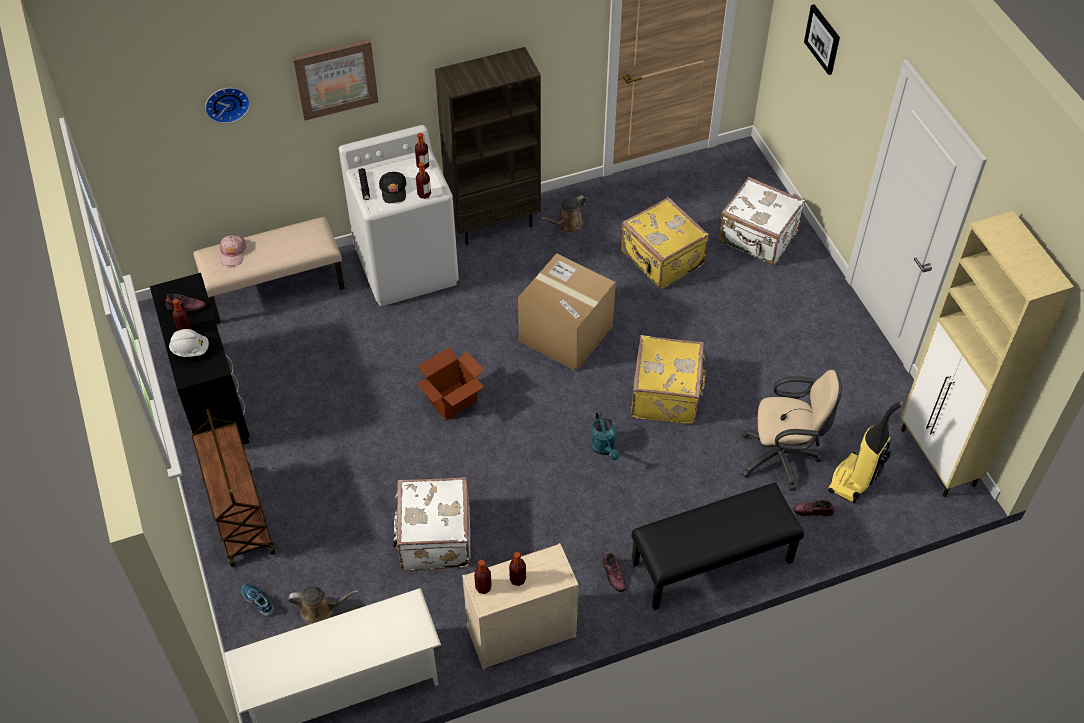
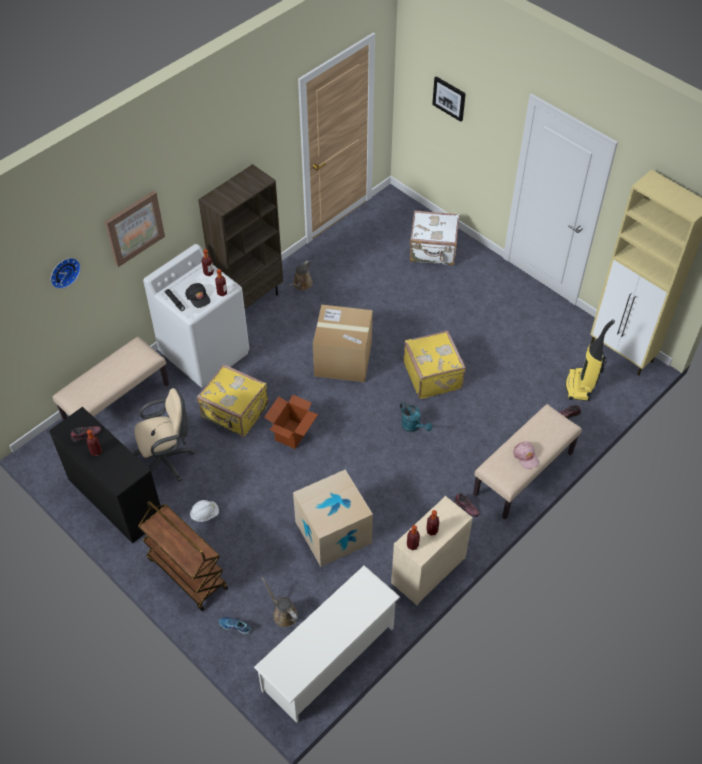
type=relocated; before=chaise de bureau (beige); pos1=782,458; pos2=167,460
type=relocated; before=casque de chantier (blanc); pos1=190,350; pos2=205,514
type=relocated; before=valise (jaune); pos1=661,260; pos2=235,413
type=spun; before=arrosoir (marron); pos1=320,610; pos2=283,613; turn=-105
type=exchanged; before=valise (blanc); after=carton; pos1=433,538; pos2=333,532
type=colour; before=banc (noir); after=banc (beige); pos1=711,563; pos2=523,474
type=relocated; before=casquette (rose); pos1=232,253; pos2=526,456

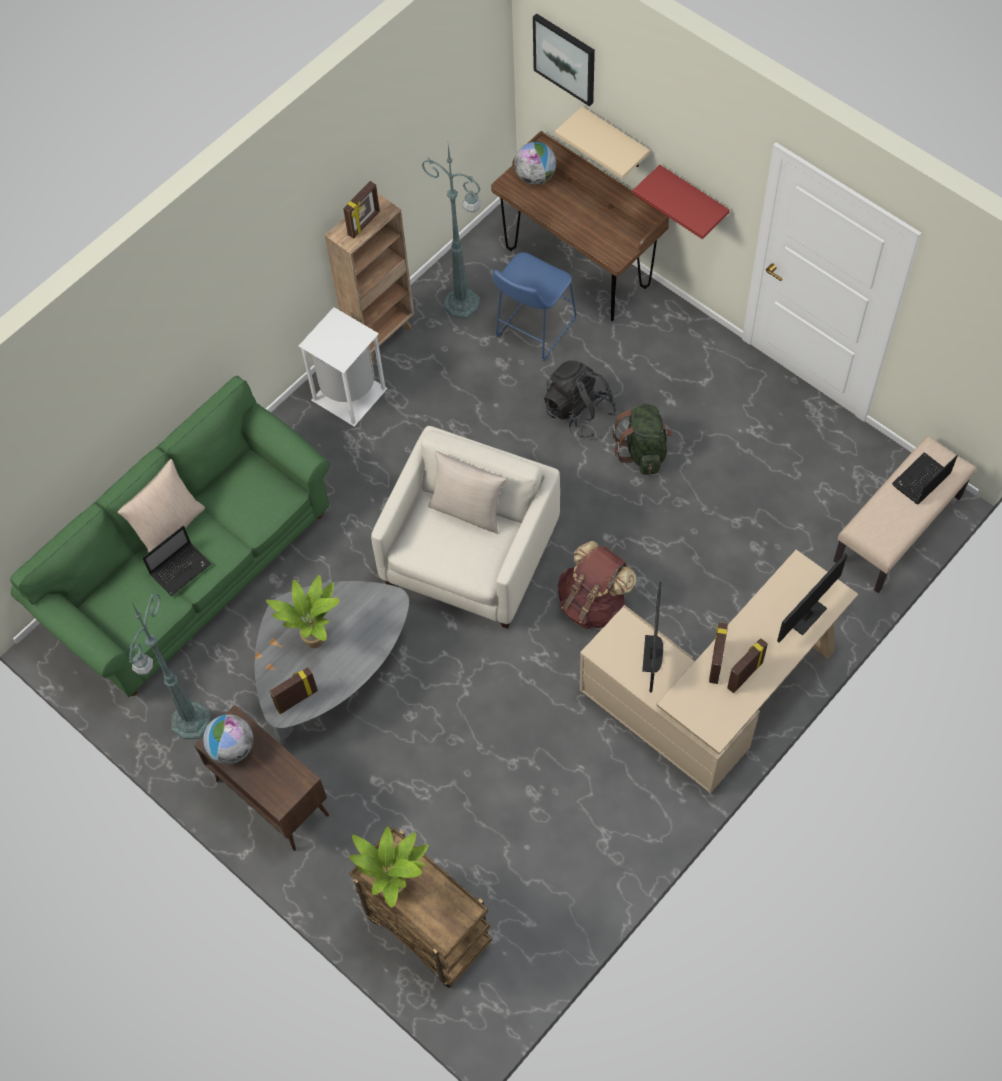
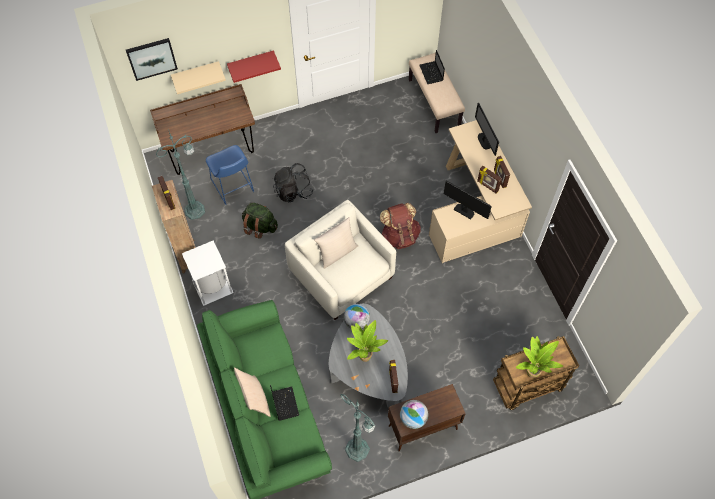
type=relocated; before=sac à dos (vert); pos1=643,451; pos2=260,226
type=relocated; before=globe; pos1=535,177; pos2=356,322

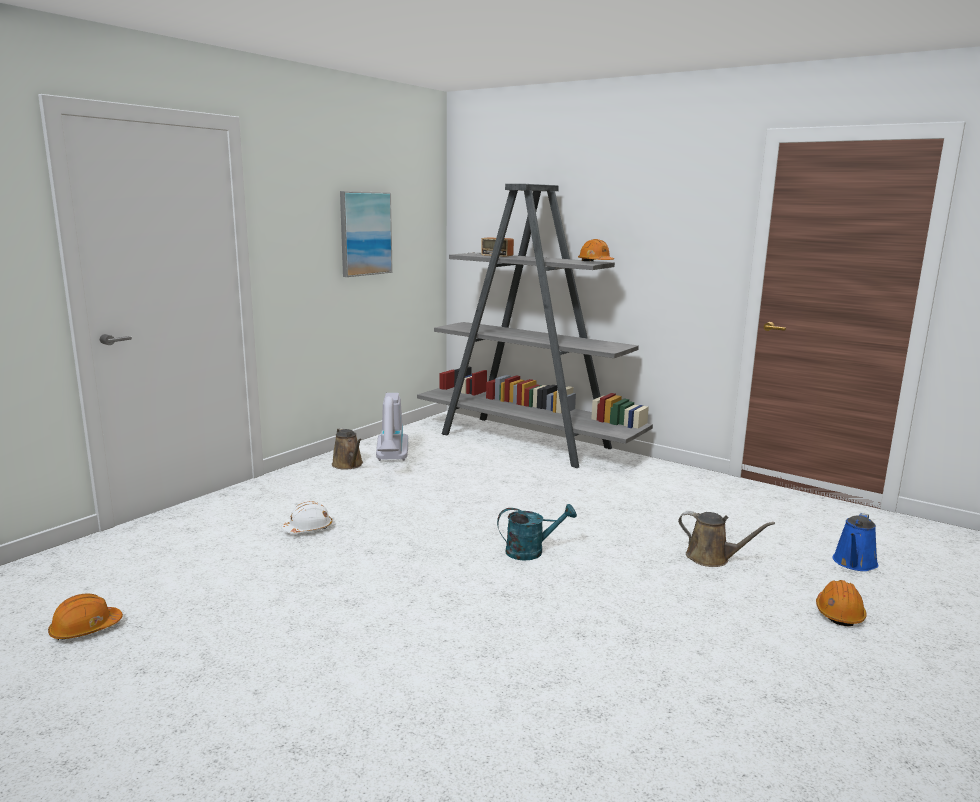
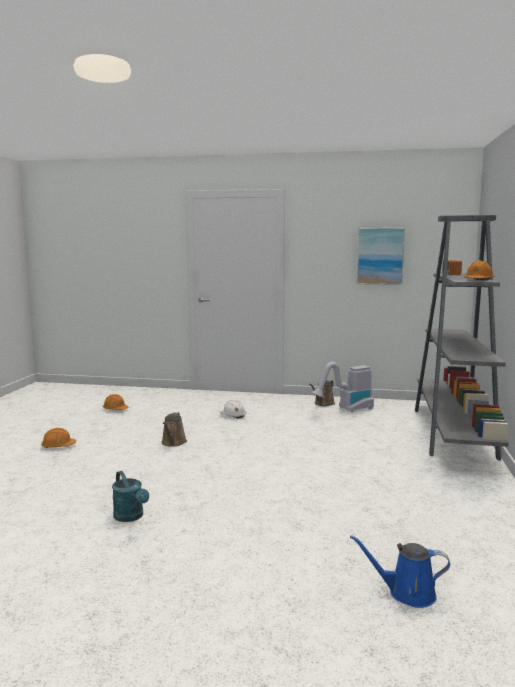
type=relocated; before=casque de chantier (orange); pos1=839,613; pos2=58,446
type=relocated; before=arrosoir (turquoise); pos1=531,551; pos2=131,517
type=relocated; before=arrosoir (marron); pos1=712,558; pos2=173,443

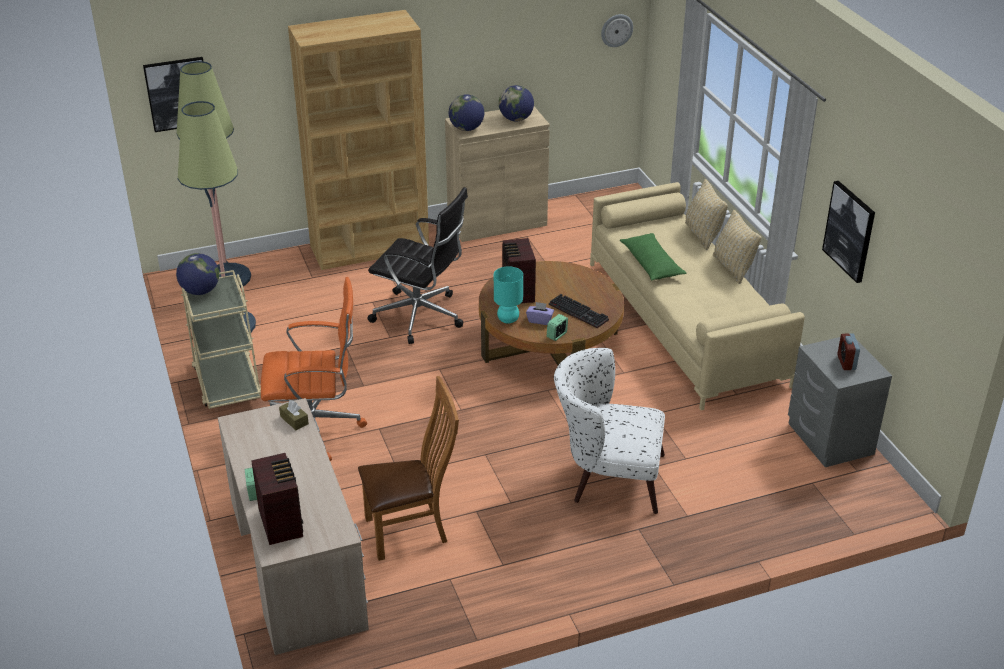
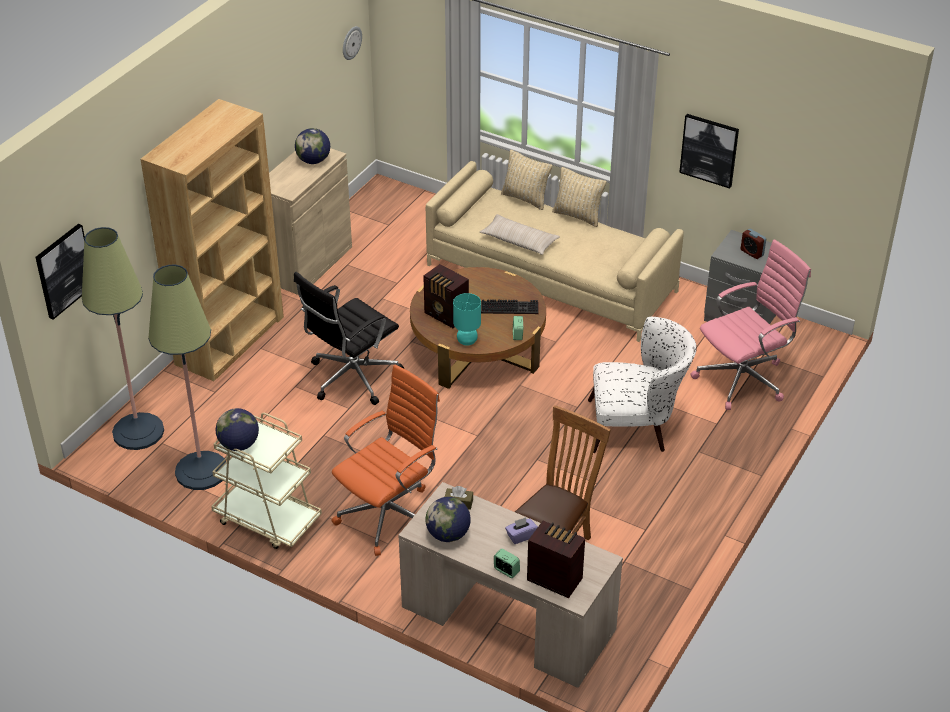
type=spun; before=chaise de bureau (noir); pos1=421,317; pos2=351,378; turn=150
type=relocated; before=globe; pos1=466,129; pos2=448,534
type=colour; before=coussin (vert); after=coussin (beige); pos1=651,264; pos2=519,241
type=relocated; before=boîte à mouchoirs (violet); pos1=540,320; pos2=521,536
type=spun; before=fauteuil (blanc); pos1=607,477; pos2=637,426; turn=-150
type=appeared; after=chaise de bureau (rose); pos2=743,378

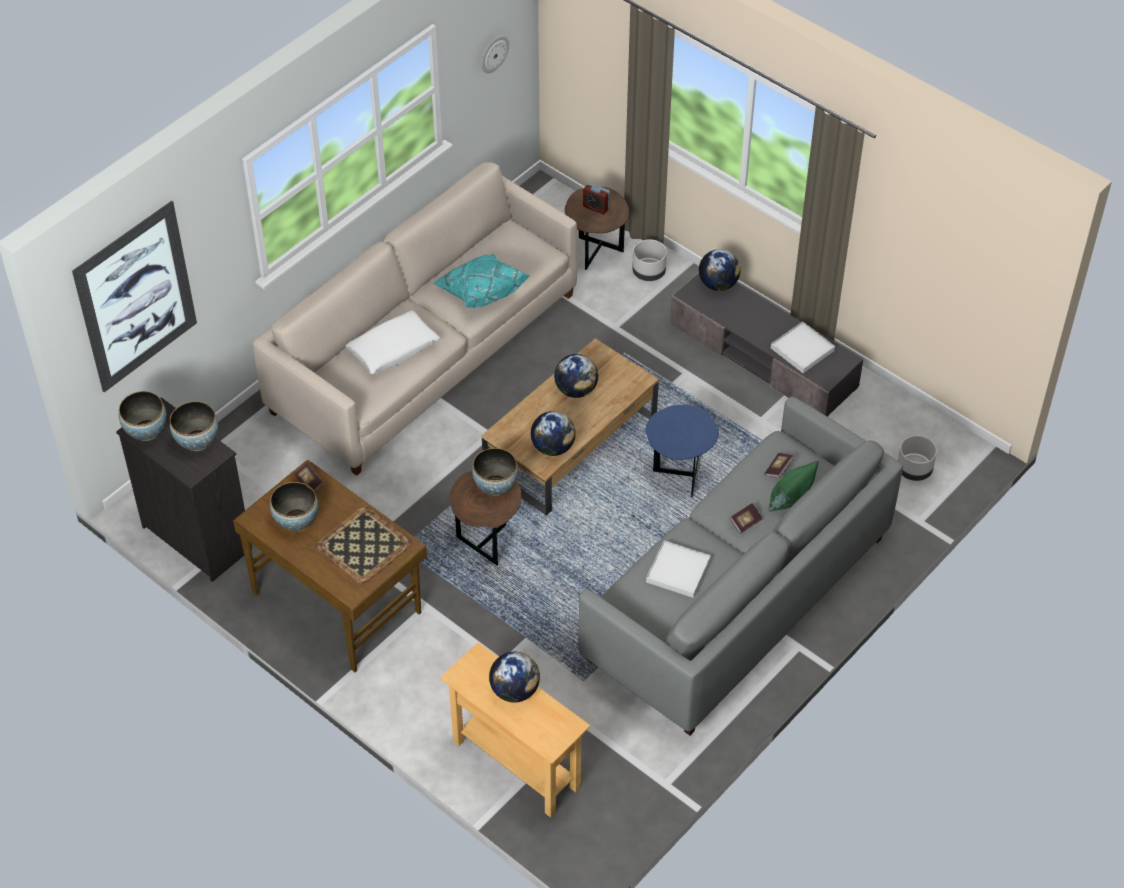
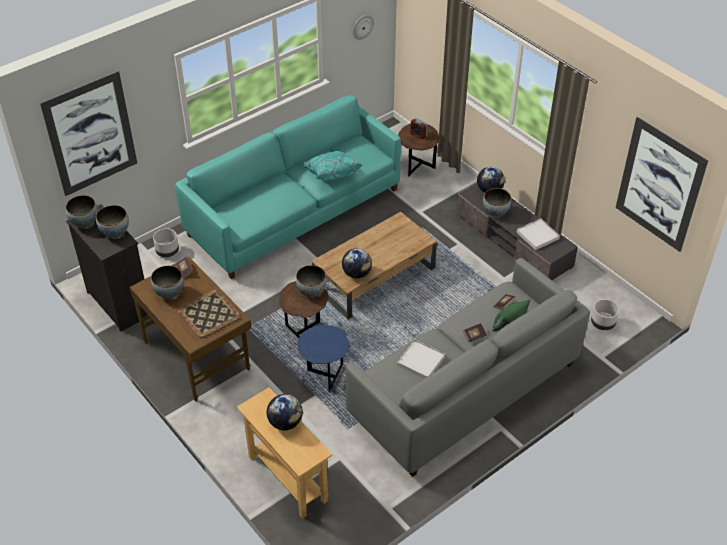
type=relocated; before=cache-pot (gris); pos1=648,272; pos2=167,251
type=colour; before=canapé (beige); after=canapé (turquoise); pos1=425,353; pos2=294,212
type=relocated; before=table d'appoint (bleu); pos1=679,475; pos2=324,376
type=appeared; after=bol; pos2=495,212
type=appeared; after=tableau; pos2=659,185
type=missing; before=coussin (blanc); pos1=393,349
type=missing; before=globe; pos1=576,390

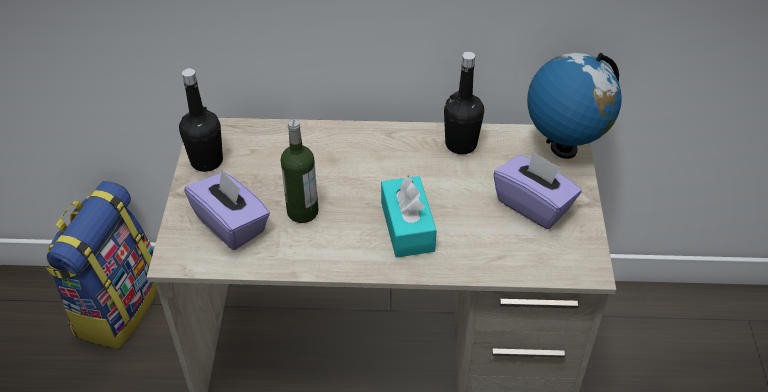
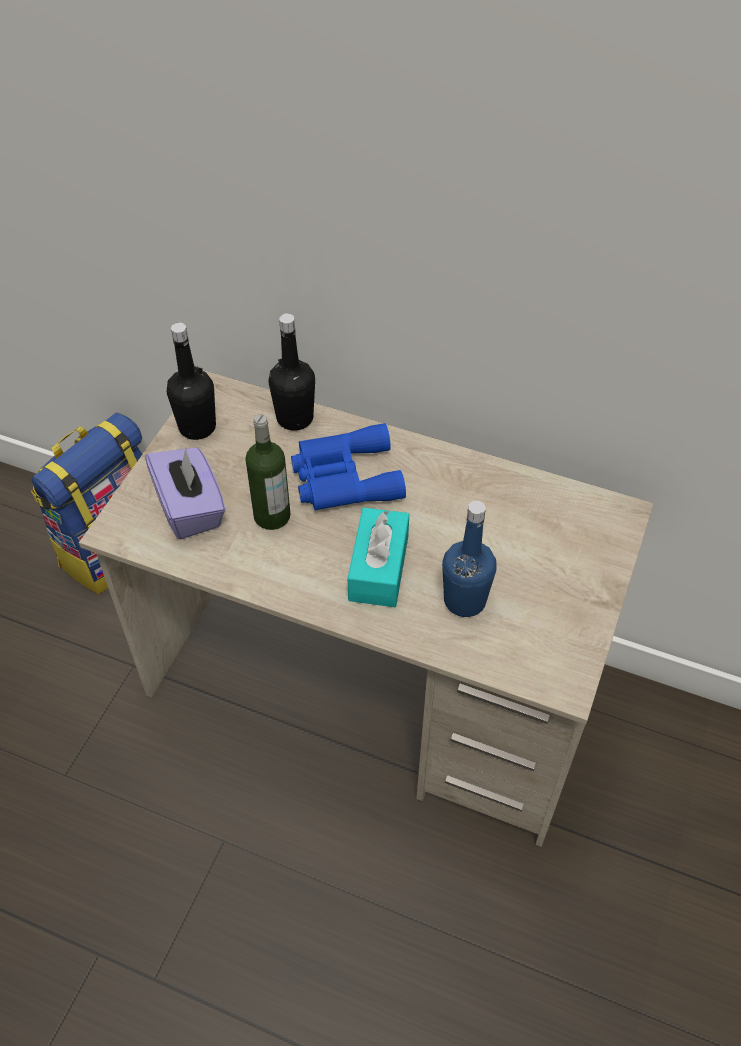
type=relocated; before=bouteille (noir); pos1=461,144; pos2=295,418
type=appeared; after=jumelles (bleu); pos2=343,477
type=appeared; after=bouteille (bleu); pos2=464,600
type=missing; before=boîte à mouchoirs (violet); pos1=533,205
type=missing; before=globe; pos1=563,148

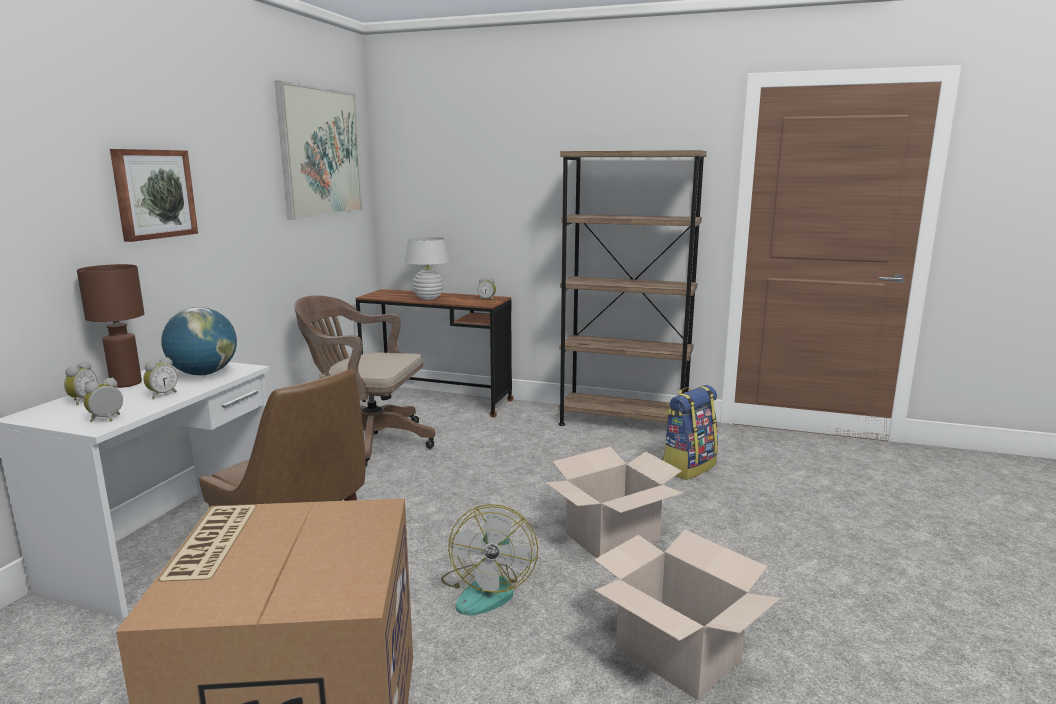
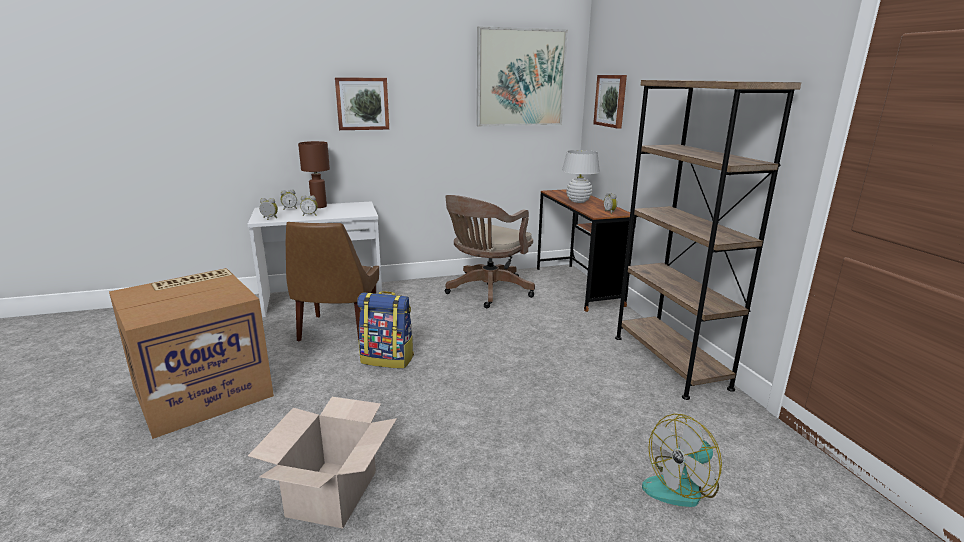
type=relocated; before=sac à dos; pos1=688,467; pos2=388,359
type=spun; before=chaise de bureau (marron); pos1=367,441; pos2=486,292; turn=-120
type=appeared; after=tableau; pos2=611,101
type=relocated; before=ventilateur; pos1=487,589; pos2=681,487
type=missing; before=globe; pos1=204,374
type=missing; before=carton; pos1=612,536

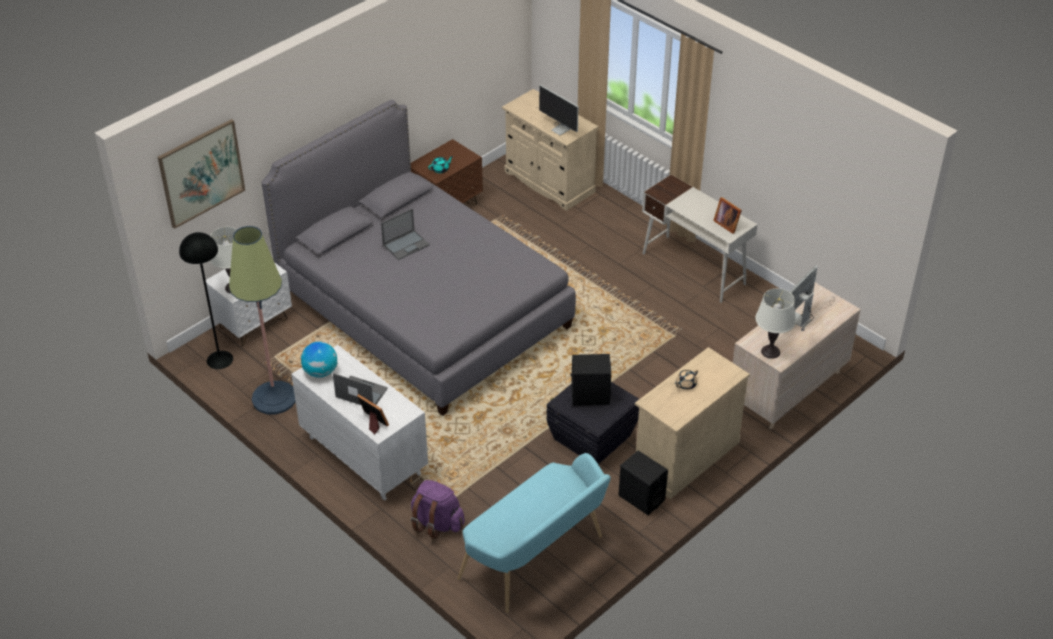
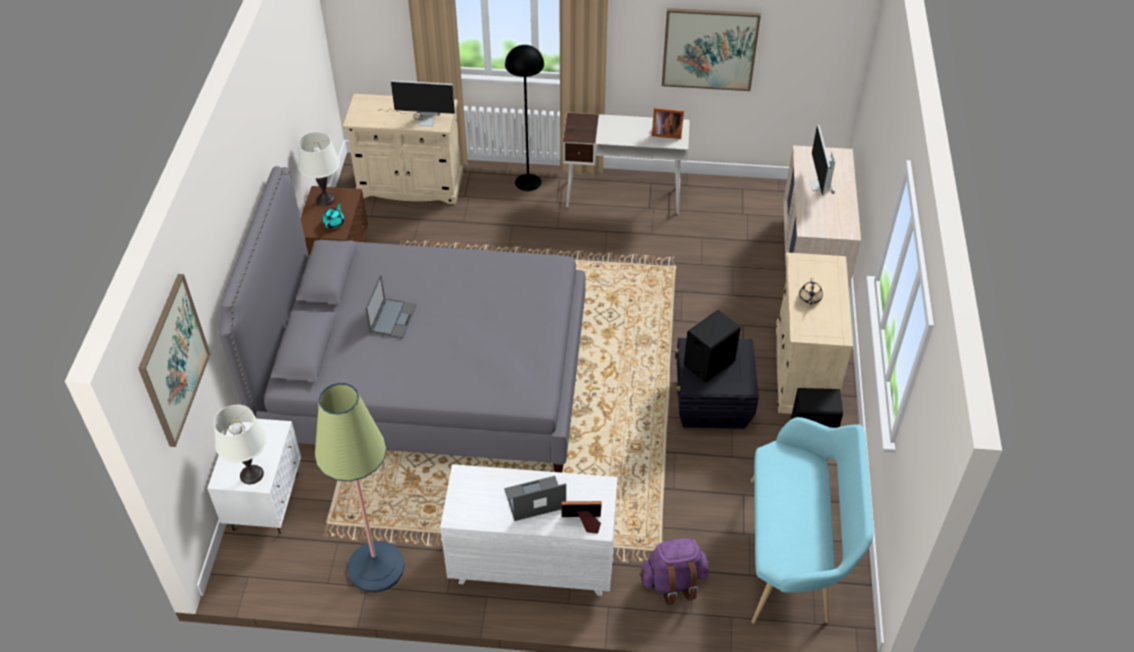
type=relocated; before=lampe de table (blanc); pos1=770,352; pos2=325,199
type=relocated; before=lampadaire (noir); pos1=220,359; pos2=528,182
type=appeared; after=tableau; pos2=709,49
type=missing; before=globe; pos1=320,372

